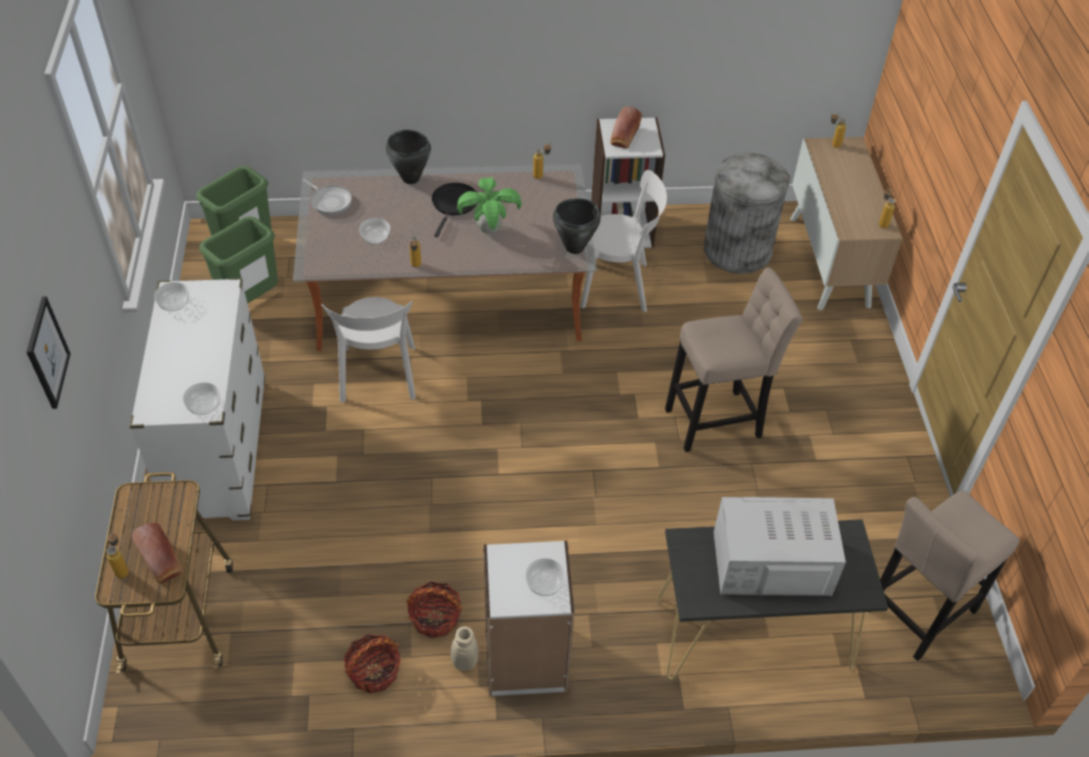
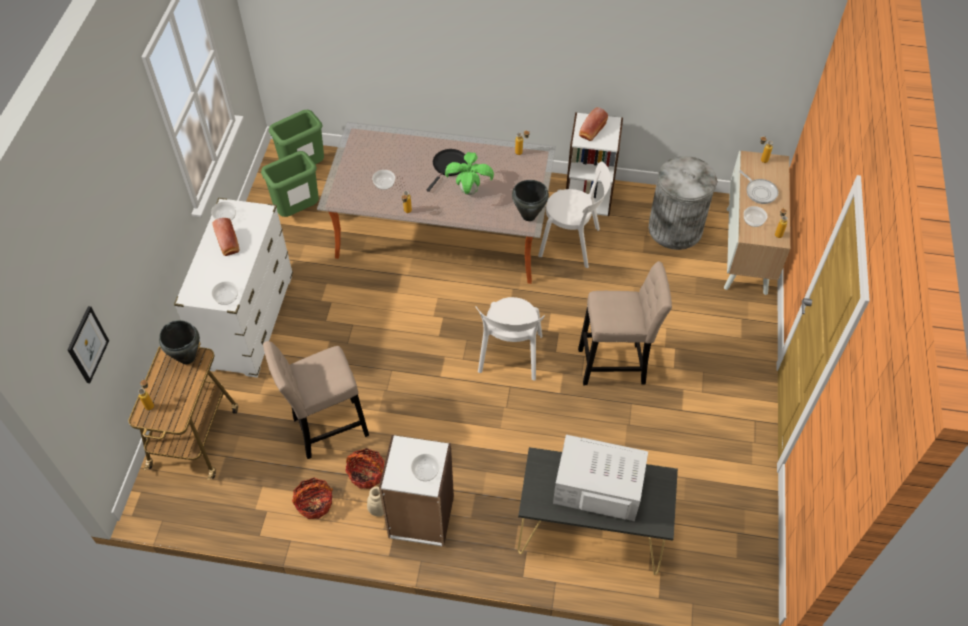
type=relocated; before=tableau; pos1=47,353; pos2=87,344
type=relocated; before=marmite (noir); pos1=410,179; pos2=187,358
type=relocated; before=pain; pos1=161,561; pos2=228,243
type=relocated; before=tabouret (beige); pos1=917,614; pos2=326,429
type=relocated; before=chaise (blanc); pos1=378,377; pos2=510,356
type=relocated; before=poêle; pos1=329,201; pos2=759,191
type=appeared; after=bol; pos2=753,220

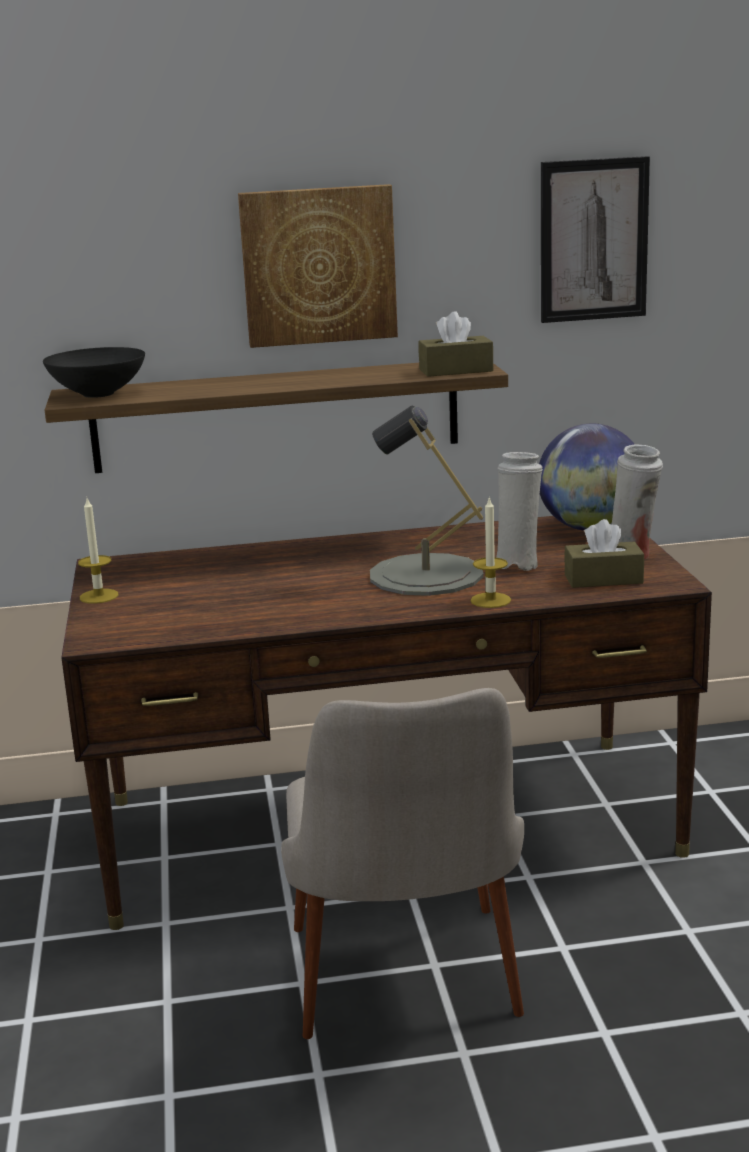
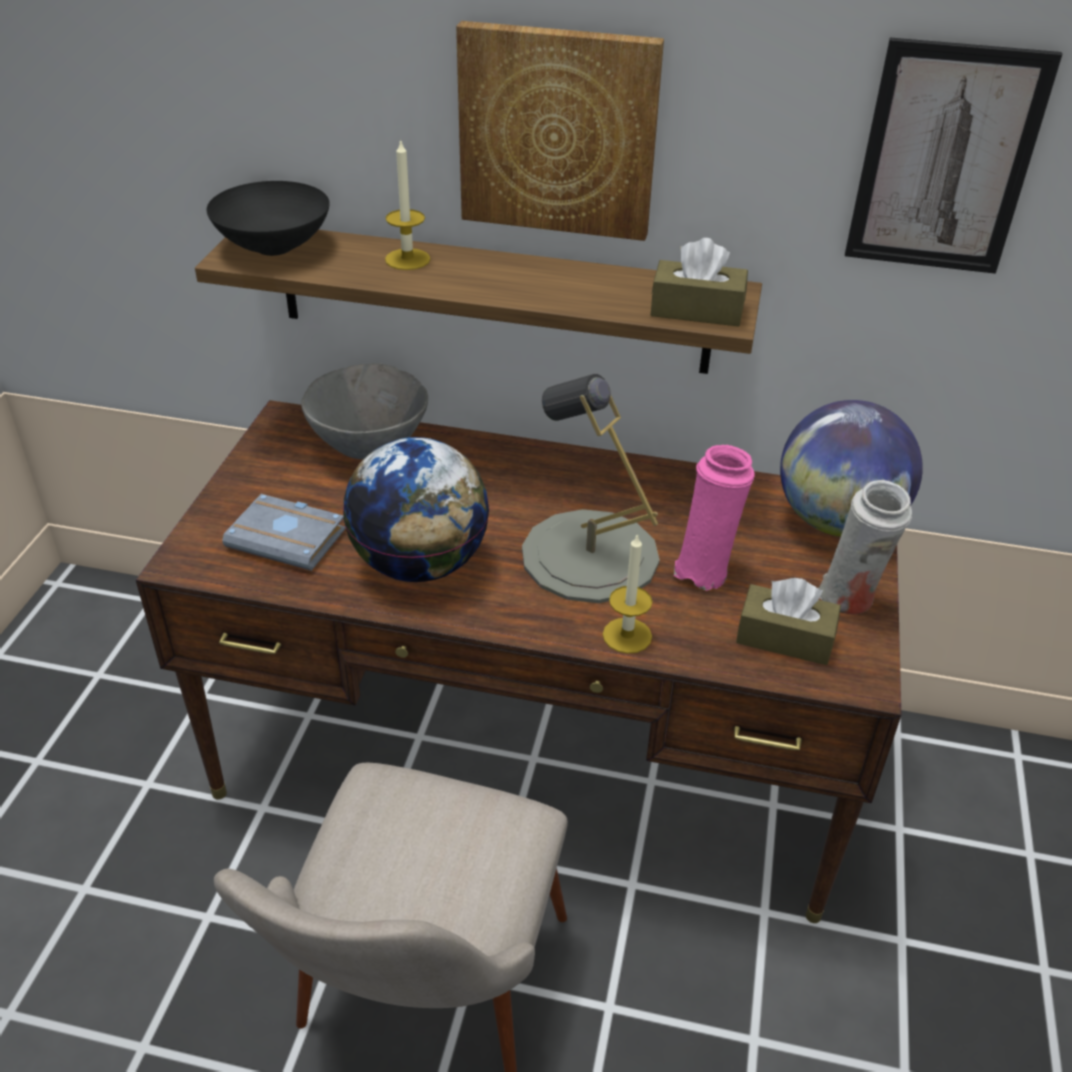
type=appeared; after=livre (gris); pos2=290,538
type=appeared; after=bol (gris); pos2=370,448
type=appeared; after=globe; pos2=419,564
type=relocated; before=bougie; pos1=99,596; pos2=407,259
type=colour; before=vase (blanc); after=vase (rose); pos1=517,564; pos2=704,570

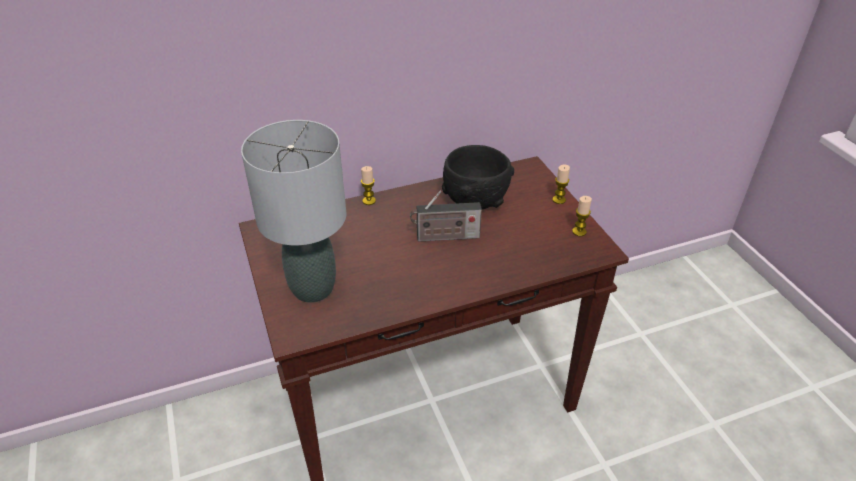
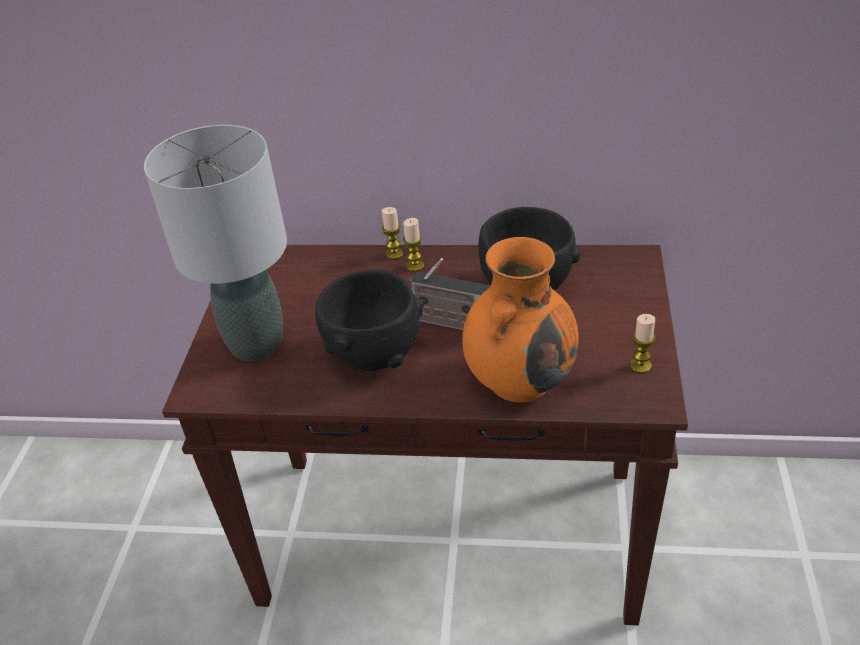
type=appeared; after=bol (noir); pos2=374,353
type=relocated; before=bougie; pos1=559,200; pos2=415,266
type=appeared; after=vase (orange); pos2=520,379

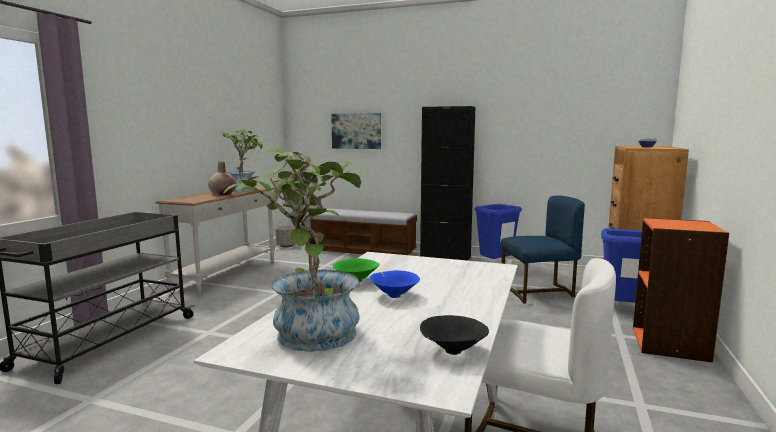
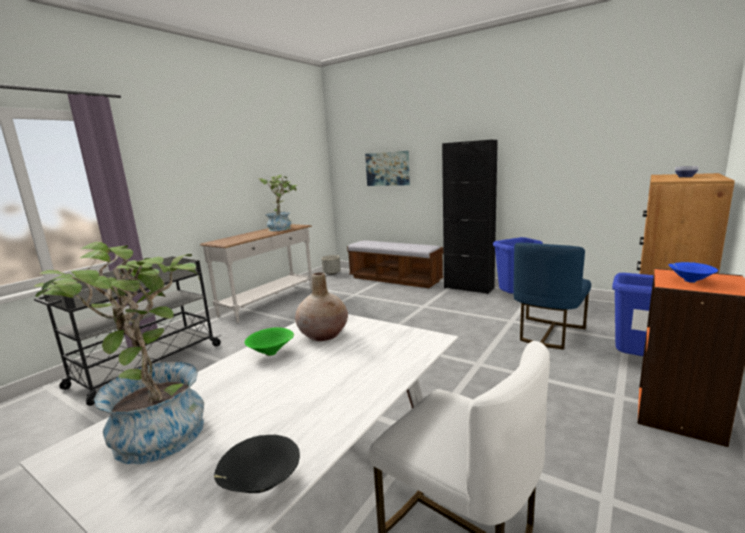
type=relocated; before=vase (beige); pos1=223,194; pos2=323,334
type=spun; before=chaise (bleu); pos1=538,292; pos2=547,333; turn=120
type=relocated; before=bol (bleu); pos1=394,295; pos2=689,281

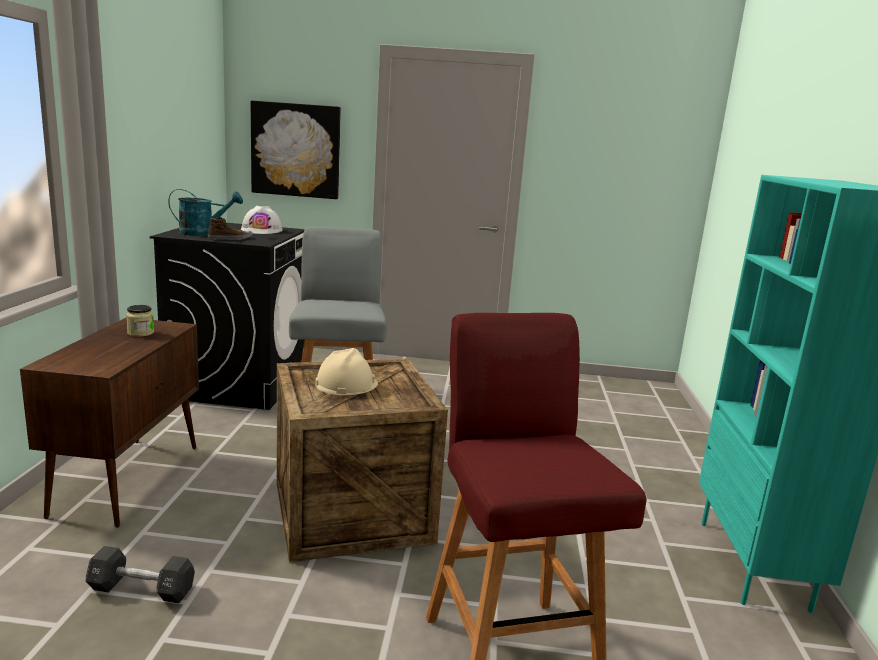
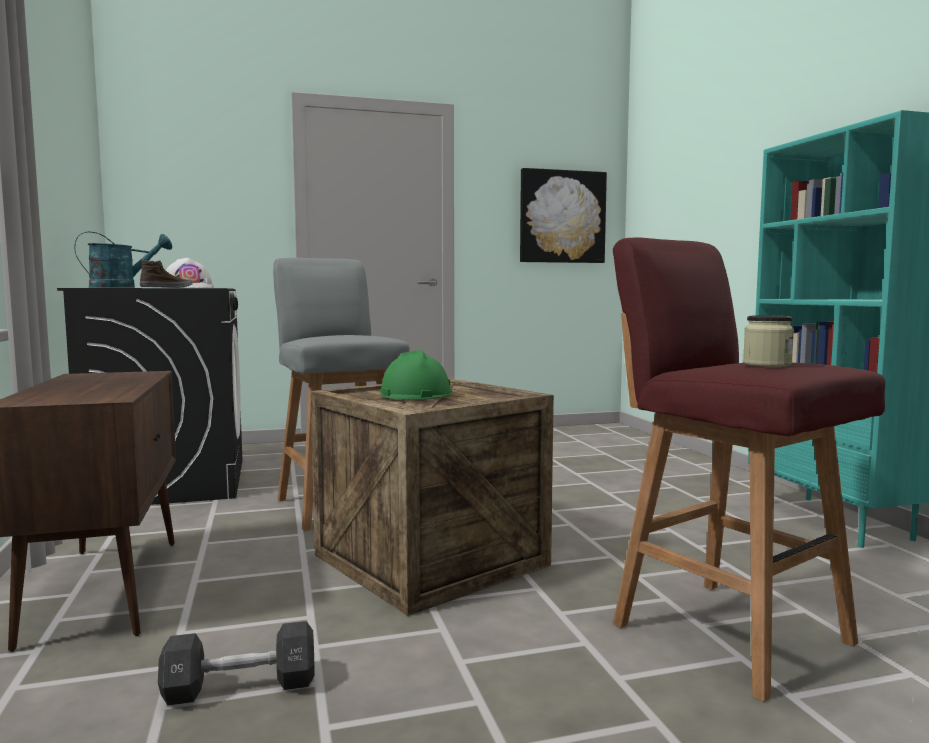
type=colour; before=casque de chantier (beige); after=casque de chantier (vert); pos1=346,384; pos2=416,394
type=relocated; before=tableau; pos1=296,150; pos2=562,217
type=relocated; before=bocal; pos1=140,333; pos2=767,364

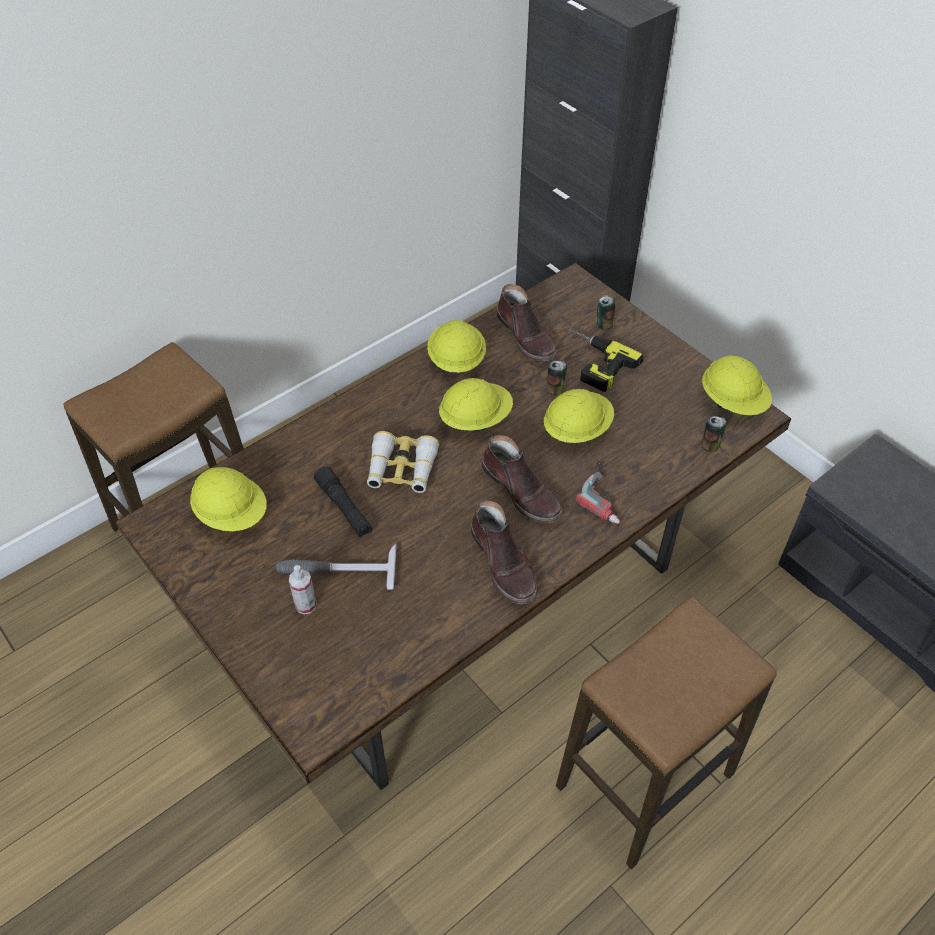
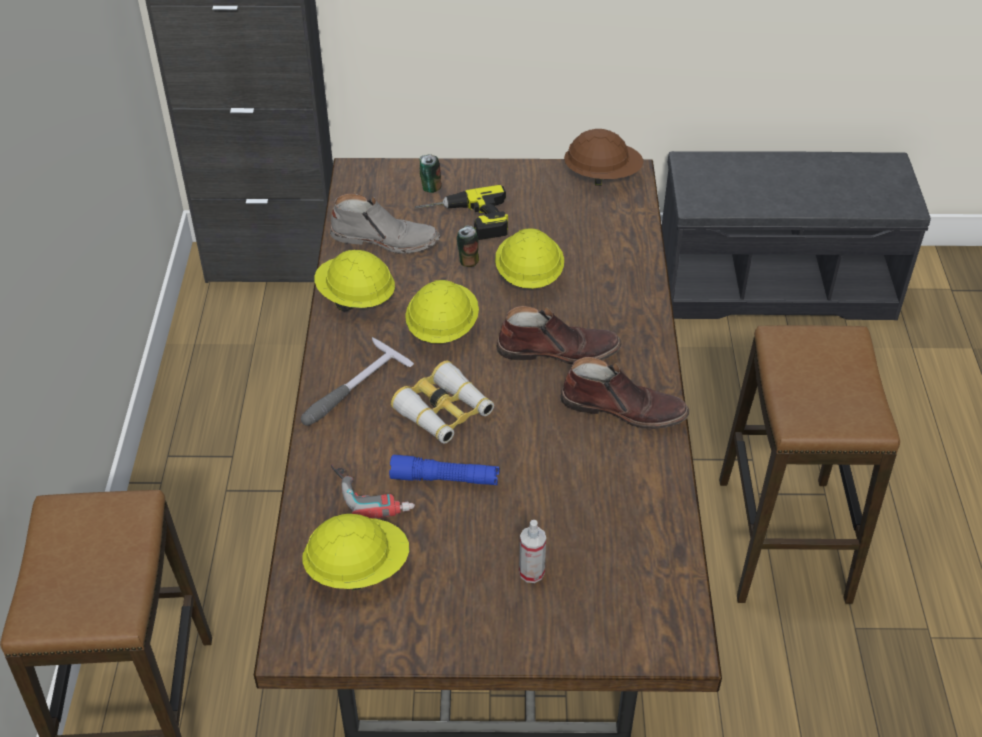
type=relocated; before=marteau; pos1=336,569; pos2=349,389
type=colour; before=botte (marron); after=botte (gris); pos1=527,337; pos2=385,239
type=relocated; before=perceuse; pos1=607,495; pos2=373,492
type=colour; before=lampe de poche (noir); after=lampe de poche (bleu); pos1=344,508; pos2=444,479
type=colour; before=casque de chantier (jaune); after=casque de chantier (marron); pos1=733,402; pos2=602,176
type=missing; before=boîte métallique; pos1=710,445

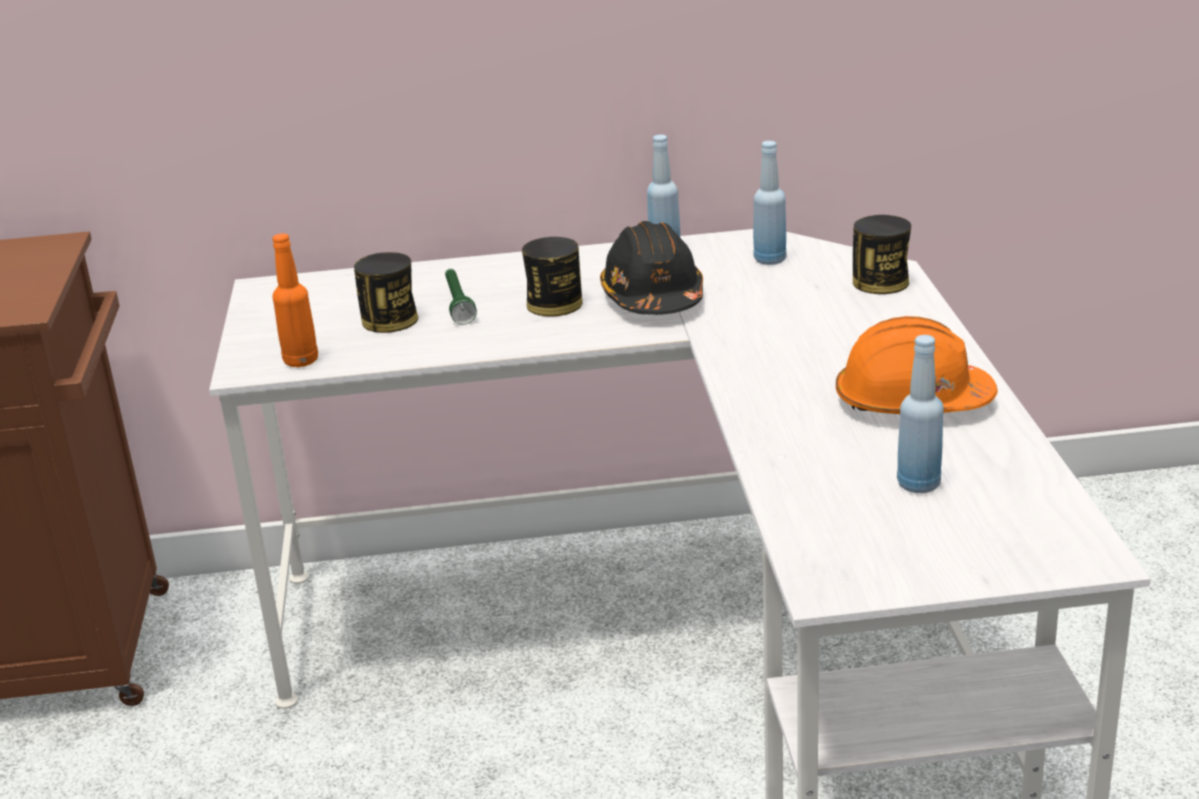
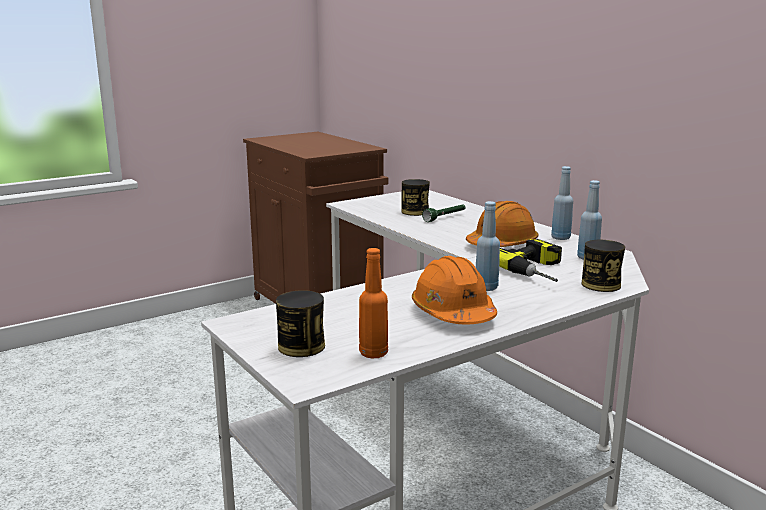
type=relocated; before=boîte métallique; pos1=554,304; pos2=301,346
type=relocated; before=bouteille (orange); pos1=301,361; pos2=373,353
type=colour; before=casque de chantier (noir); after=casque de chantier (orange); pos1=653,298; pos2=502,244
type=relocated; before=bouteille (bleu); pos1=918,484; pos2=486,288
type=appeared; after=perceuse; pos2=538,270

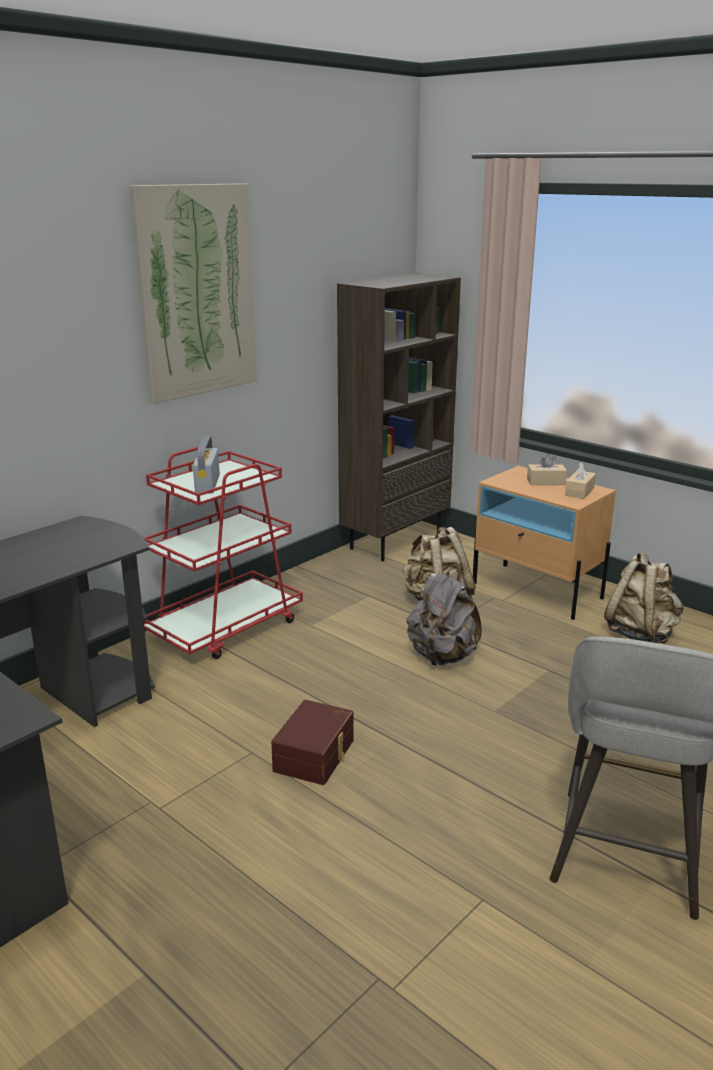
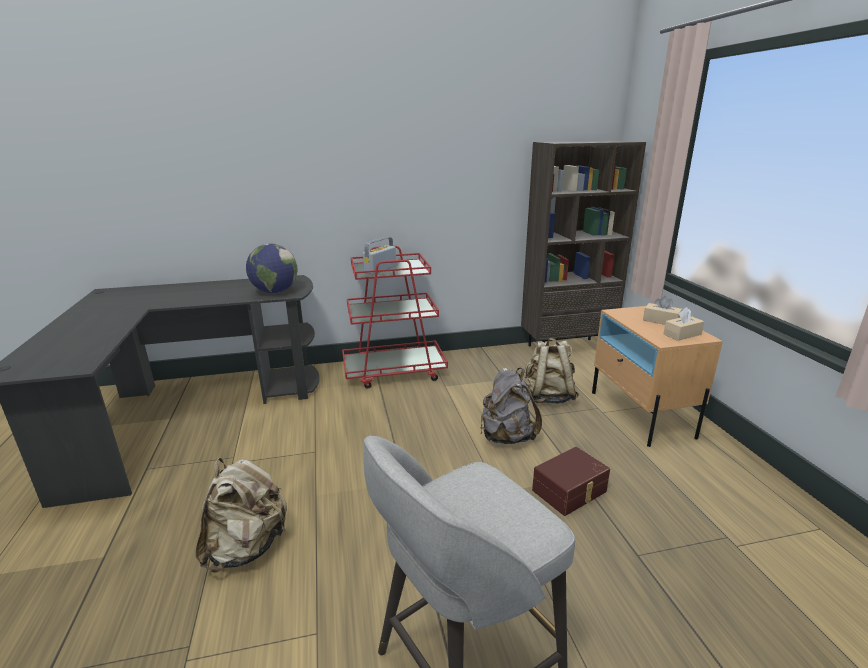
type=relocated; before=sac à dos (beige); pos1=640,634; pos2=247,547
type=appeared; after=globe; pos2=275,292
type=relocated; before=boîte de rangement (marron); pos1=316,755; pos2=570,491
type=missing; before=tableau; pos1=196,292

